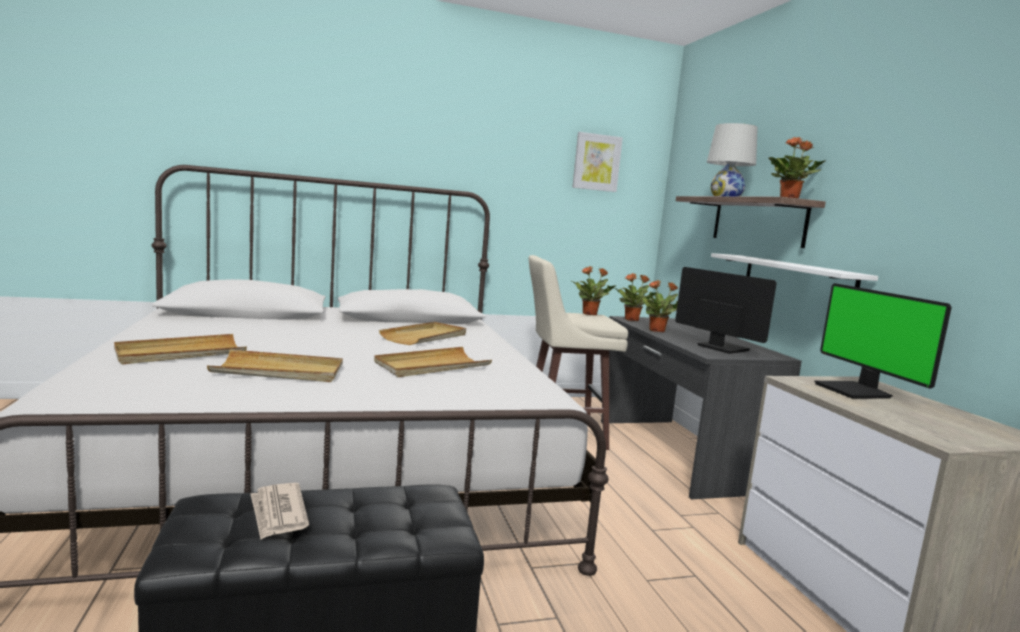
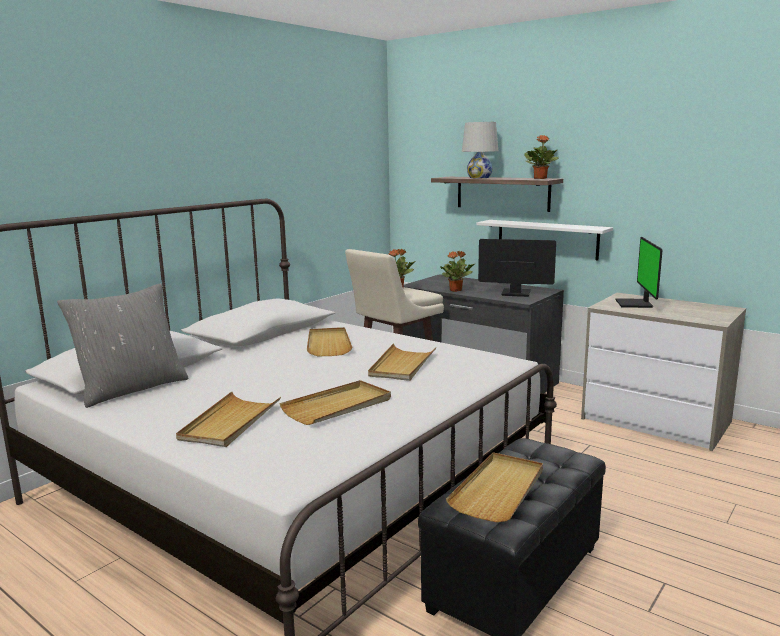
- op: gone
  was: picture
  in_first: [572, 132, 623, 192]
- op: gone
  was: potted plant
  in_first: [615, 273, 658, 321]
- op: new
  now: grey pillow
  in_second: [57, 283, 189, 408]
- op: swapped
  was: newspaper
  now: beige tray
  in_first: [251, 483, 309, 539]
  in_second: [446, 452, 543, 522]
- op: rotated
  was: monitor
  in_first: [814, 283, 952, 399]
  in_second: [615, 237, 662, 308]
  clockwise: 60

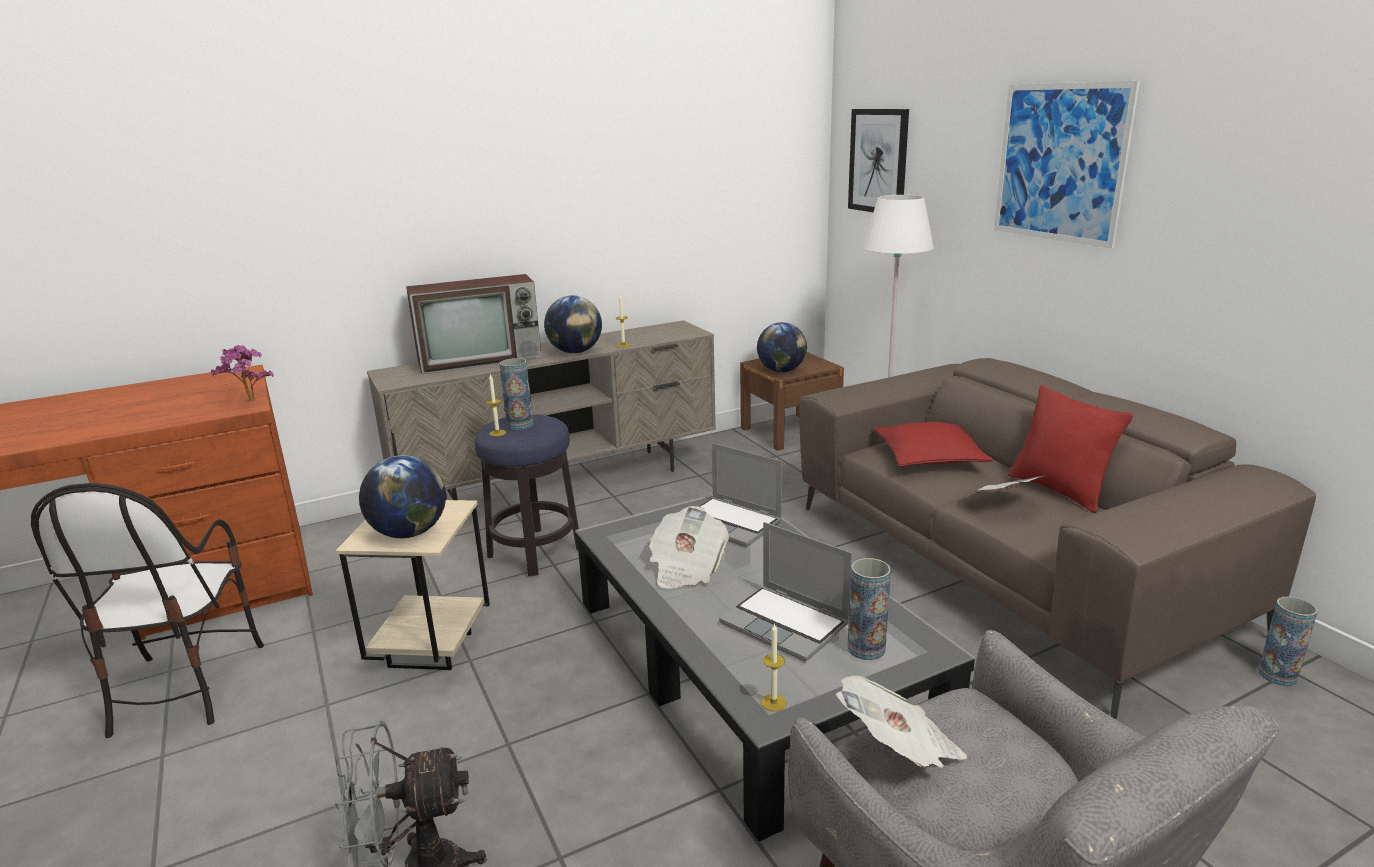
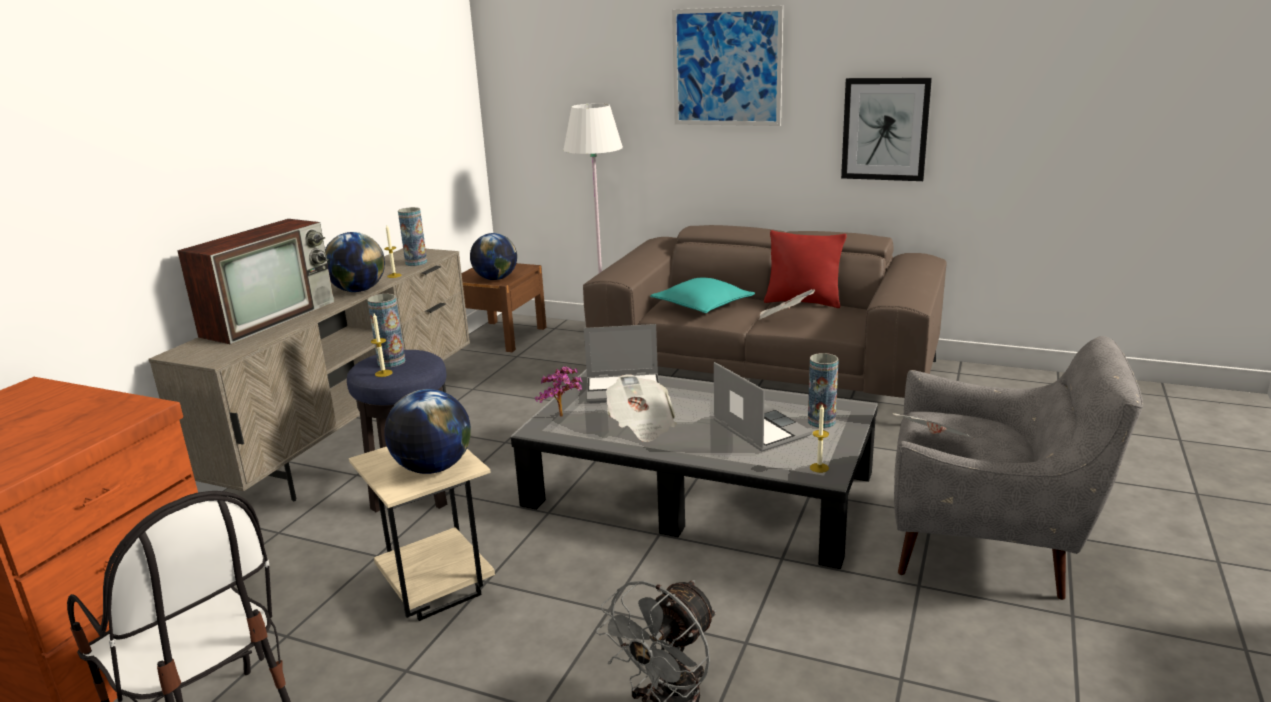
- op: shifted
  was: potted plant
  in_first: [211, 345, 274, 401]
  in_second: [535, 366, 582, 417]
- op: shifted
  was: picture
  in_first: [848, 109, 909, 212]
  in_second: [841, 78, 932, 181]
- op: shifted
  was: vase
  in_first: [1258, 597, 1318, 686]
  in_second: [398, 207, 427, 266]
- op: repainted
  was: red pillow
  now: turquoise pillow
  in_first: [874, 422, 993, 467]
  in_second: [650, 278, 755, 313]
- op: rotated
  was: laptop
  in_first: [719, 522, 852, 661]
  in_second: [714, 362, 812, 452]
  clockwise: -120

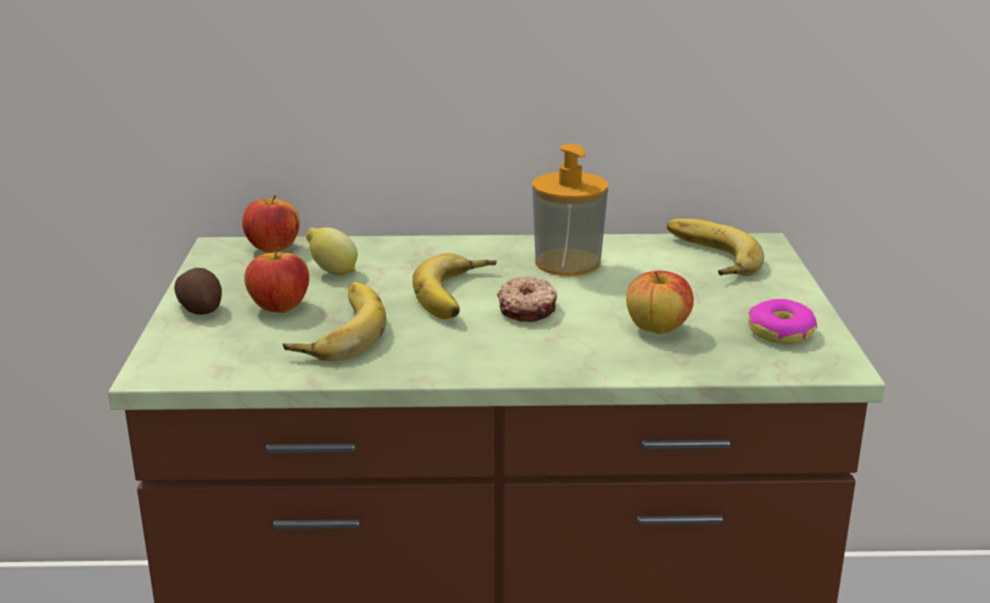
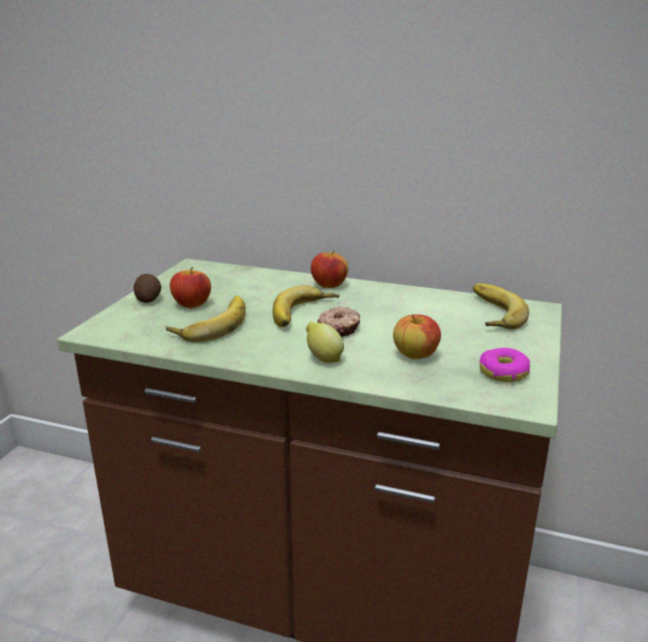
- op: gone
  was: soap dispenser
  in_first: [532, 144, 608, 276]
- op: shifted
  was: apple
  in_first: [242, 195, 300, 253]
  in_second: [311, 250, 348, 288]
- op: shifted
  was: lemon
  in_first: [306, 227, 358, 275]
  in_second: [306, 322, 344, 363]

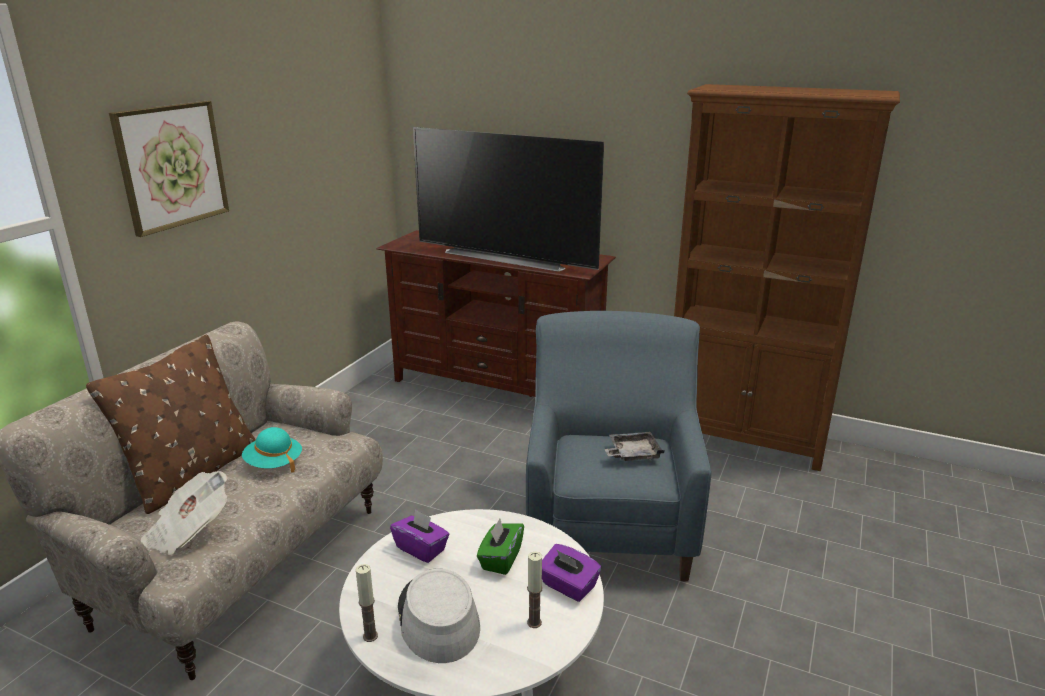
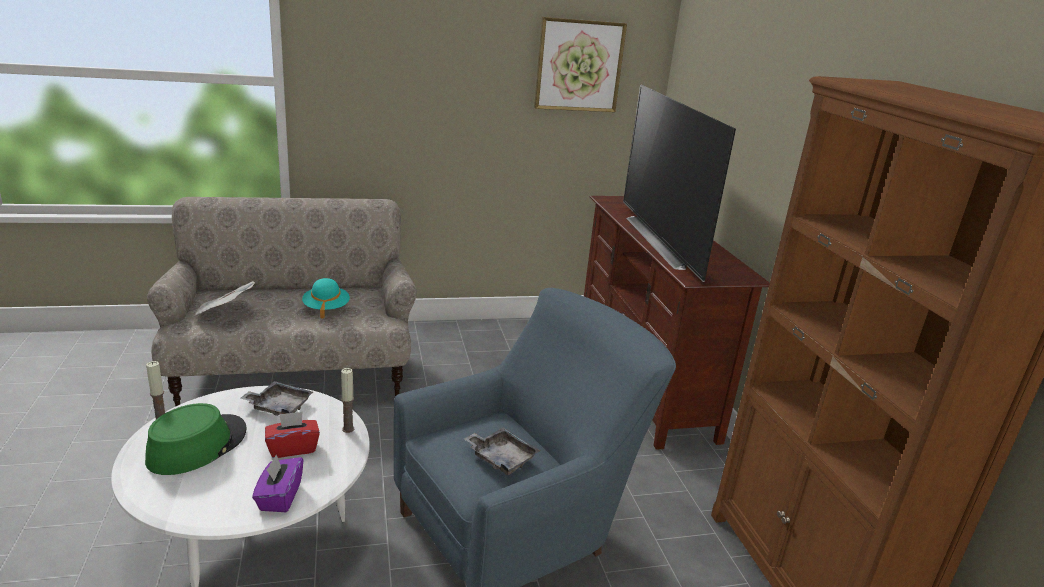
- op: gone
  was: brown pillow
  in_first: [86, 334, 256, 514]
- op: shifted
  was: picture
  in_first: [109, 101, 229, 237]
  in_second: [534, 17, 627, 112]
- op: shifted
  was: candle
  in_first: [527, 552, 543, 628]
  in_second: [341, 368, 354, 433]
- op: swapped
  was: purple tissue box
  now: grey tray
  in_first: [390, 509, 450, 563]
  in_second: [240, 381, 313, 416]
- op: repainted
  was: grey hat
  now: green hat
  in_first: [398, 569, 480, 663]
  in_second: [145, 403, 247, 475]
- op: repainted
  was: green tissue box
  now: red tissue box
  in_first: [477, 519, 524, 575]
  in_second: [265, 412, 320, 458]

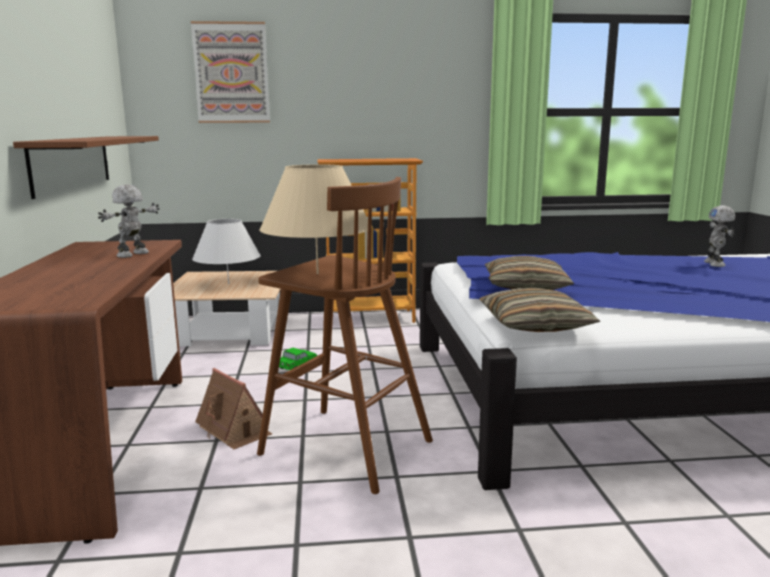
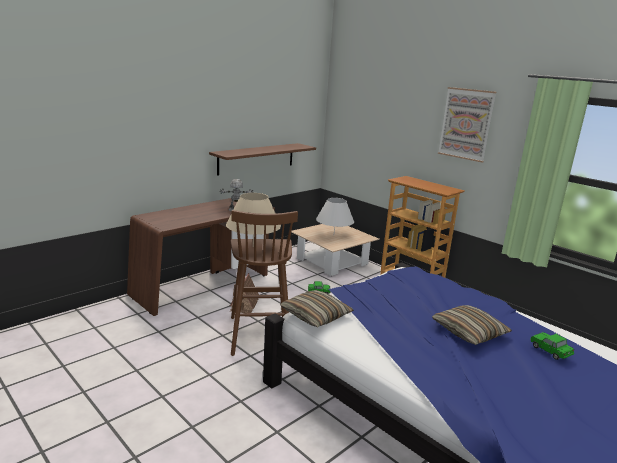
- op: shifted
  was: picture
  in_first: [191, 21, 270, 123]
  in_second: [438, 87, 496, 162]
- op: shifted
  was: pillow
  in_first: [485, 256, 574, 290]
  in_second: [432, 305, 512, 345]
- op: swapped
  was: toy robot
  now: toy car
  in_first: [704, 205, 735, 267]
  in_second: [530, 332, 574, 360]

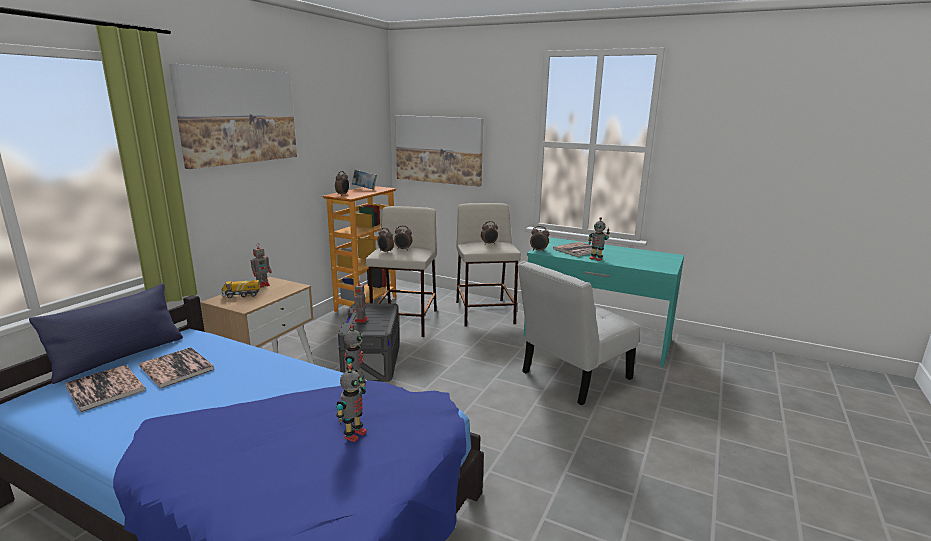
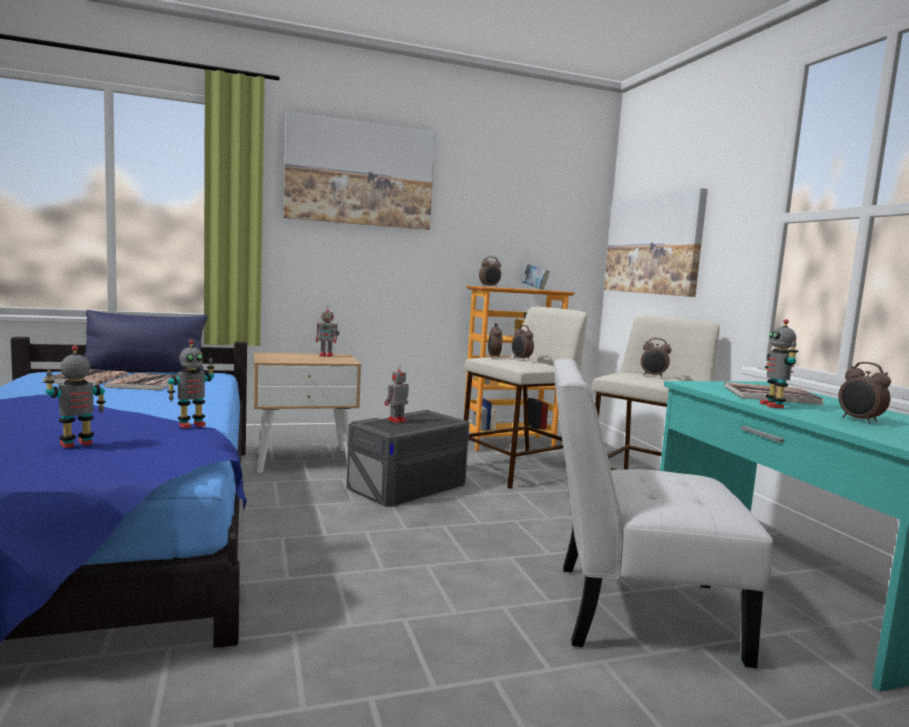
- op: gone
  was: toy truck
  in_first: [221, 280, 260, 298]
- op: shifted
  was: alarm clock
  in_first: [530, 226, 549, 252]
  in_second: [838, 362, 891, 424]
- op: rotated
  was: toy robot
  in_first: [336, 365, 367, 442]
  in_second: [45, 345, 106, 448]
  clockwise: 150

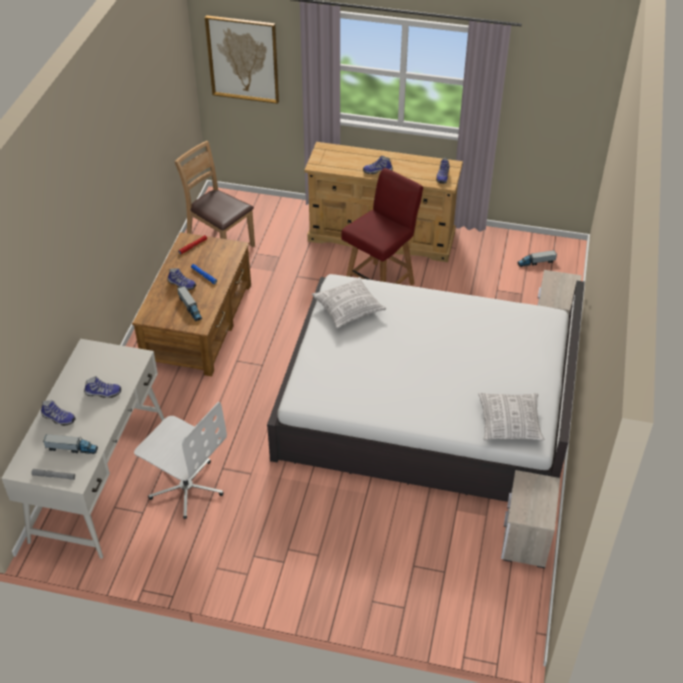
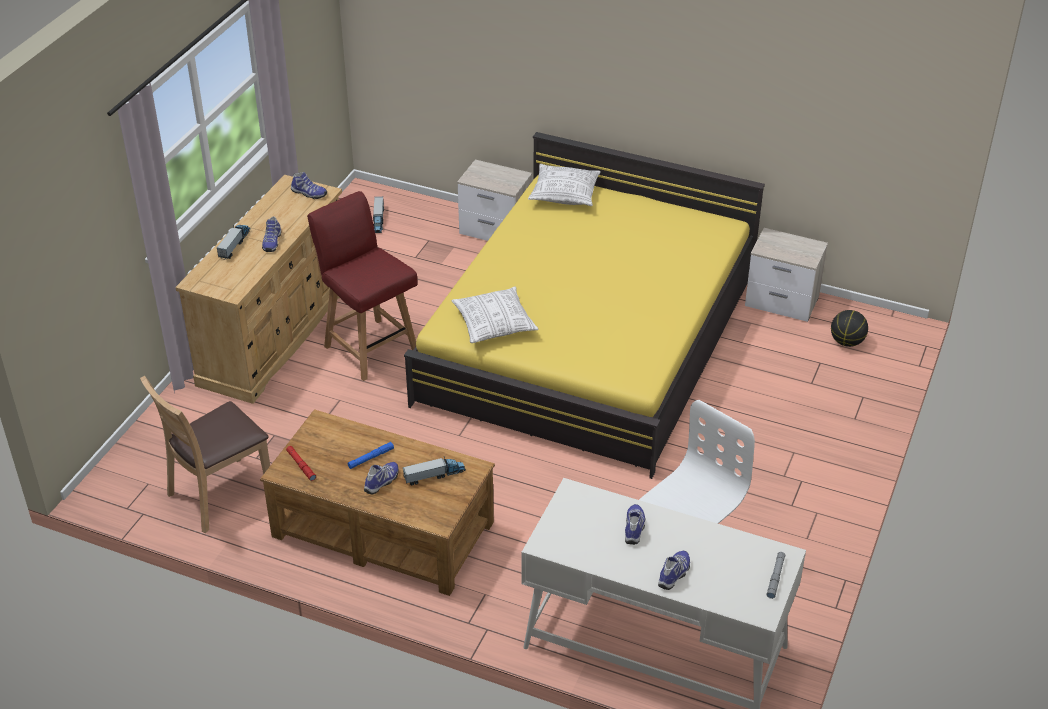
- op: gone
  was: picture
  in_first: [205, 15, 279, 104]
- op: new
  now: basketball
  in_second: [831, 310, 868, 347]
- op: shifted
  was: toy truck
  in_first: [43, 434, 98, 454]
  in_second: [217, 225, 250, 260]
- op: shifted
  was: pillow
  in_first: [478, 393, 545, 441]
  in_second: [528, 164, 601, 206]
- op: repainted
  was: white bed
  now: yellow bed
  in_first: [267, 274, 585, 502]
  in_second: [404, 132, 765, 479]

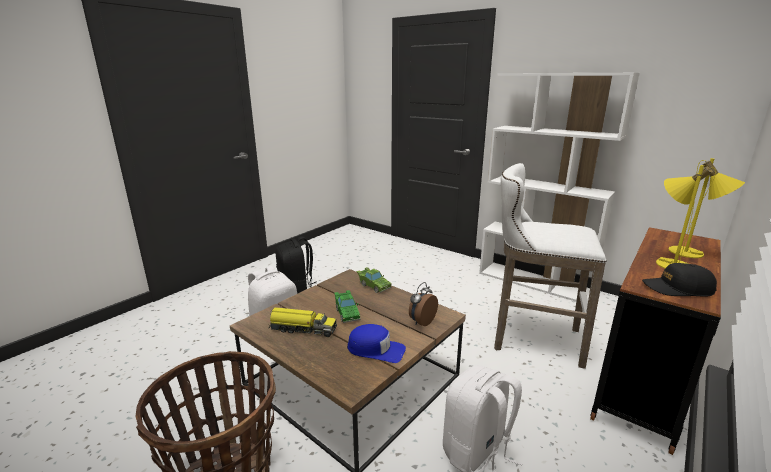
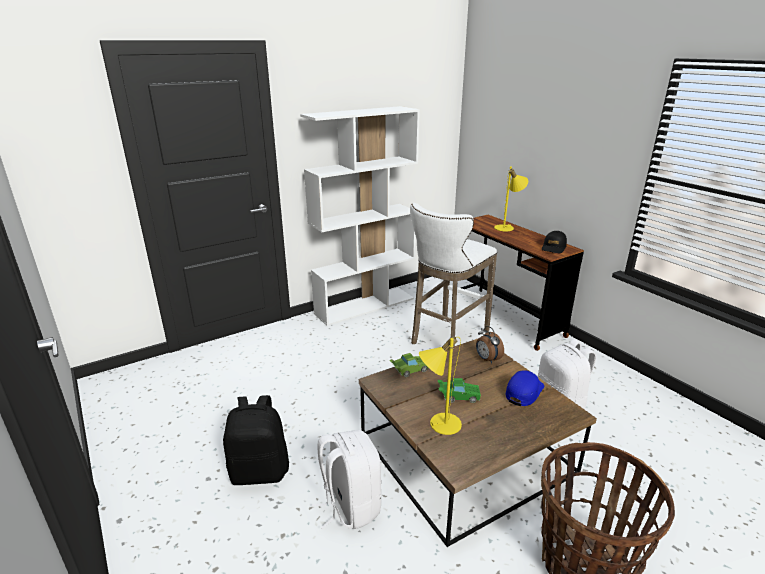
- op: gone
  was: toy truck
  in_first: [269, 307, 337, 337]
- op: shifted
  was: yellow table lamp
  in_first: [656, 165, 716, 269]
  in_second: [419, 336, 462, 435]

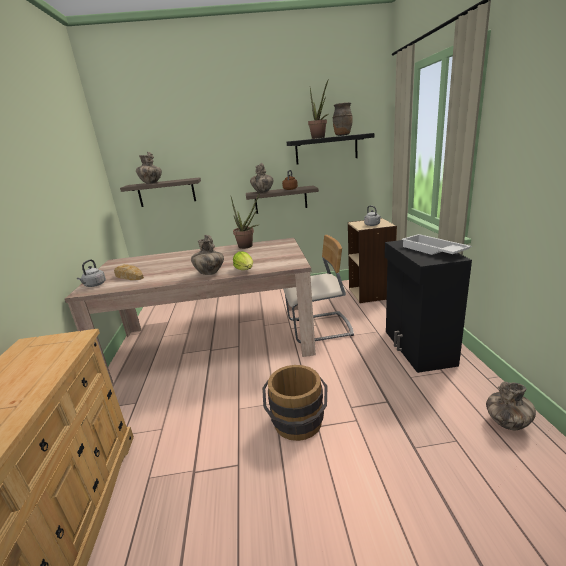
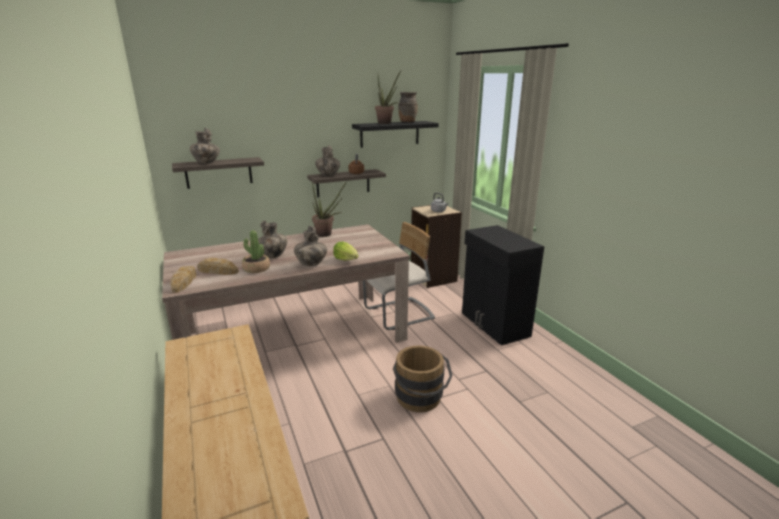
- op: gone
  was: white tray
  in_first: [401, 234, 472, 255]
- op: new
  now: potted plant
  in_second: [242, 230, 270, 273]
- op: shifted
  was: vase
  in_first: [486, 382, 536, 430]
  in_second: [258, 221, 287, 258]
- op: swapped
  was: grey kettle
  now: bread
  in_first: [77, 259, 106, 287]
  in_second: [170, 266, 196, 293]

